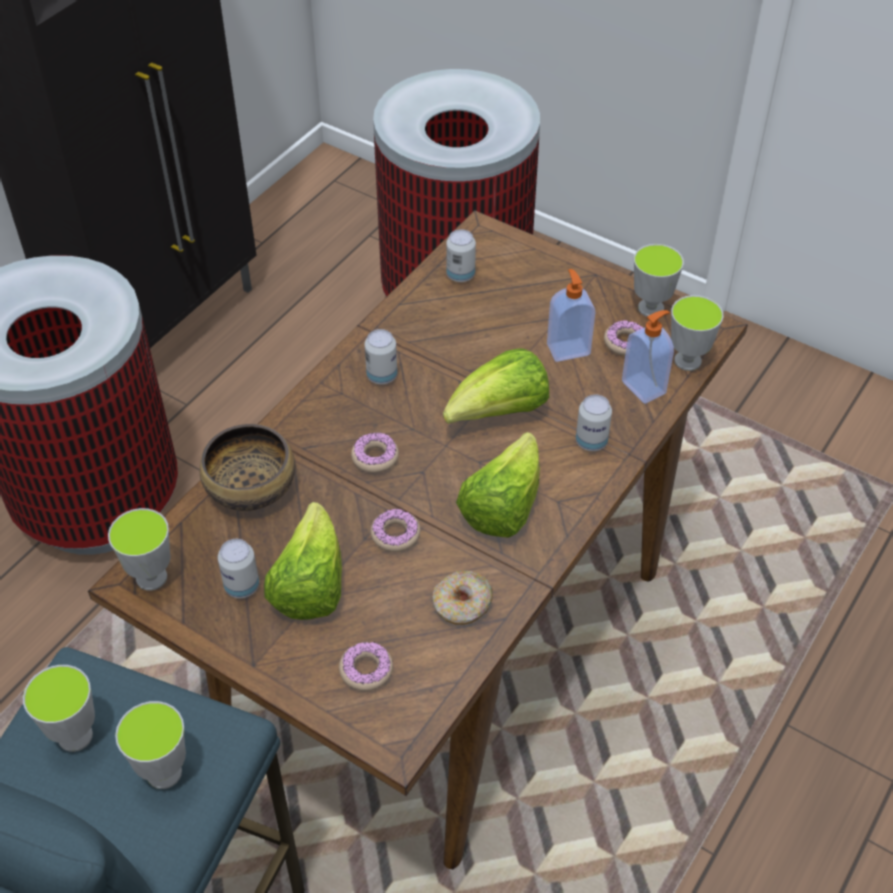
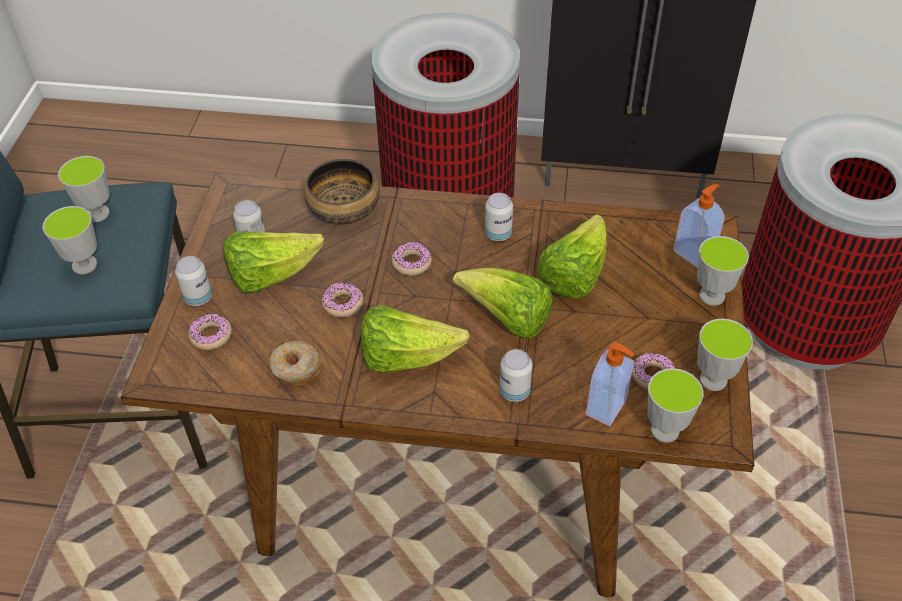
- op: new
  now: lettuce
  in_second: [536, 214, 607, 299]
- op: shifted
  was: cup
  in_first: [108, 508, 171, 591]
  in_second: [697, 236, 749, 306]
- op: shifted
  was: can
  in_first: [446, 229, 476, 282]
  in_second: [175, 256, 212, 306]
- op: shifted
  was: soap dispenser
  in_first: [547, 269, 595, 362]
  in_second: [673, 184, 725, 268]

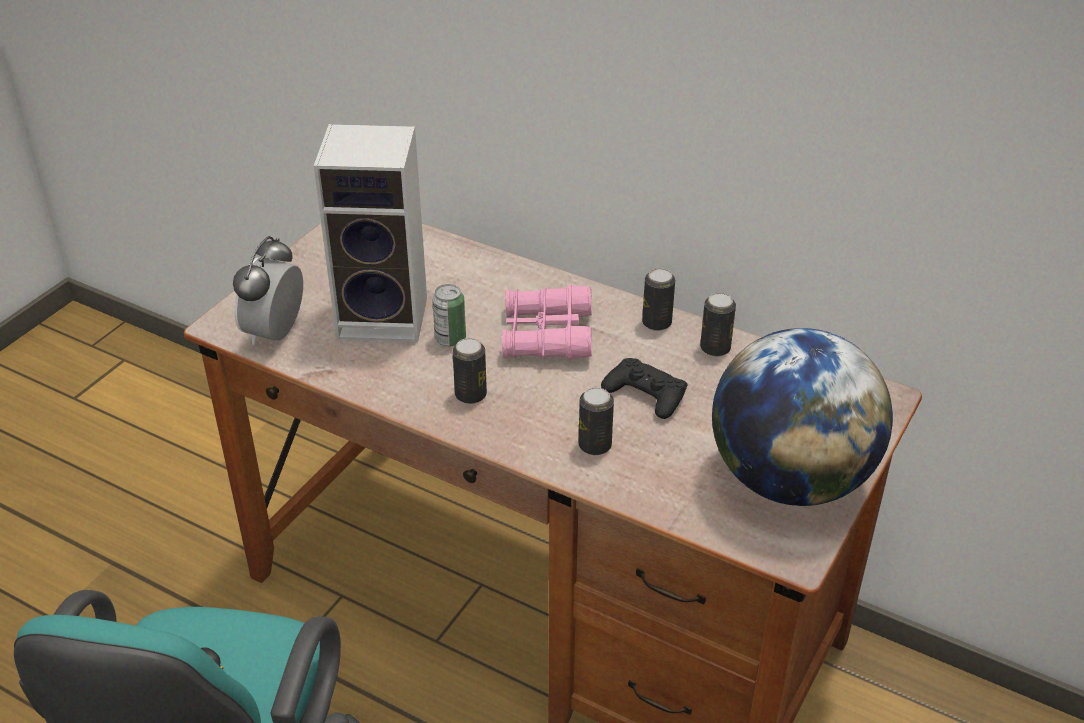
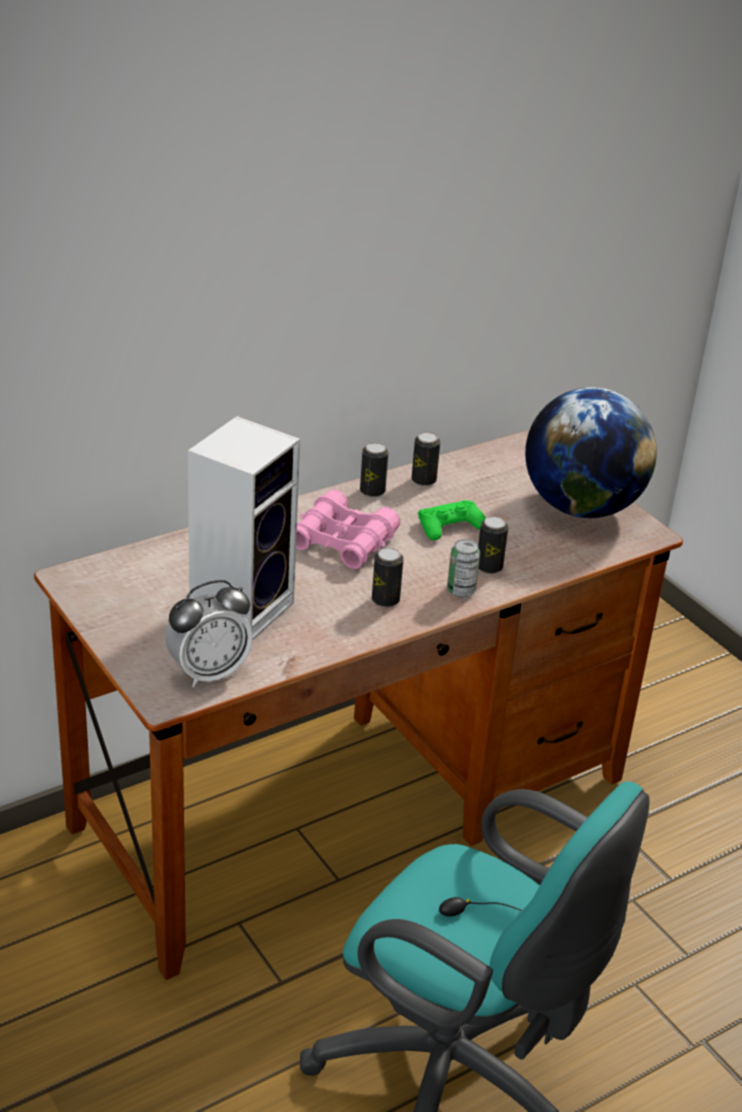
- op: shifted
  was: can
  in_first: [432, 284, 466, 346]
  in_second: [447, 539, 480, 597]
- op: repainted
  was: black game controller
  now: green game controller
  in_first: [601, 358, 687, 419]
  in_second: [418, 500, 486, 540]
- op: rotated
  was: alarm clock
  in_first: [233, 236, 303, 345]
  in_second: [165, 580, 253, 687]
  clockwise: -75

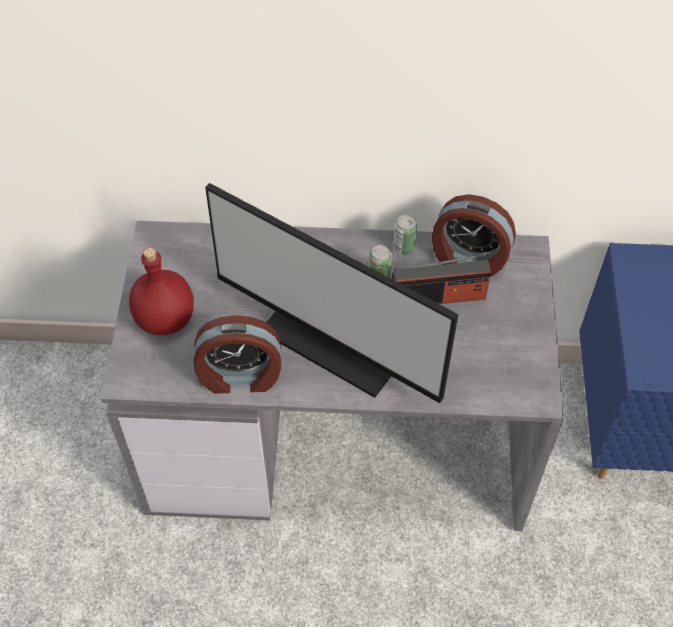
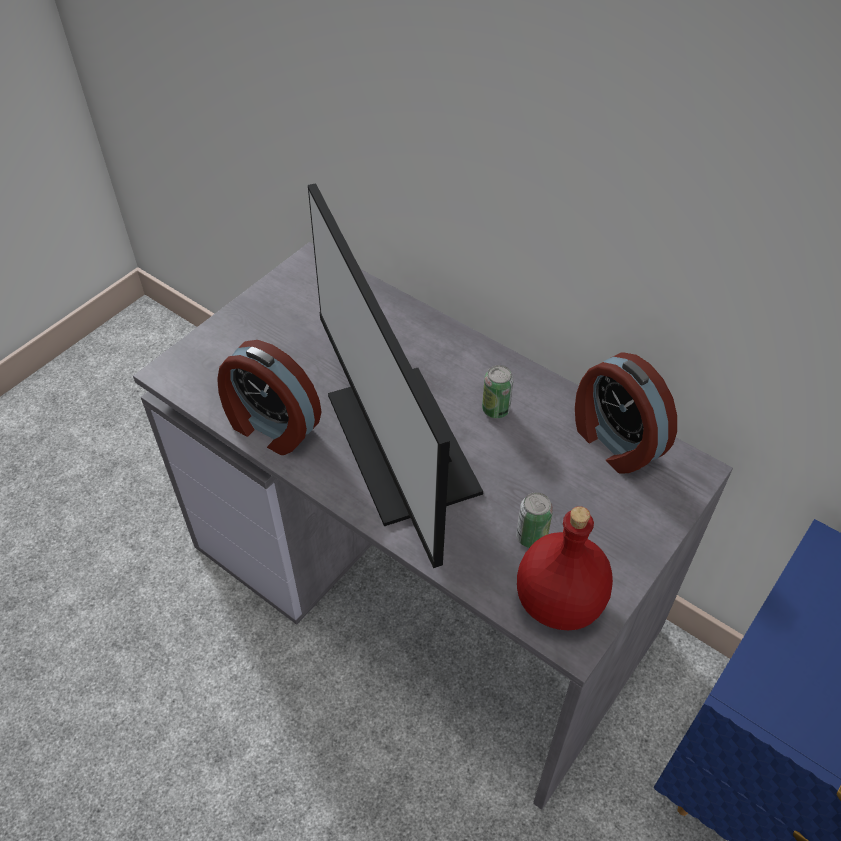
- op: gone
  was: radio
  in_first: [392, 254, 491, 304]
- op: shifted
  was: red bottle
  in_first: [129, 247, 194, 335]
  in_second: [517, 506, 613, 630]
- op: shifted
  was: can
  in_first: [393, 215, 417, 255]
  in_second: [516, 492, 553, 548]

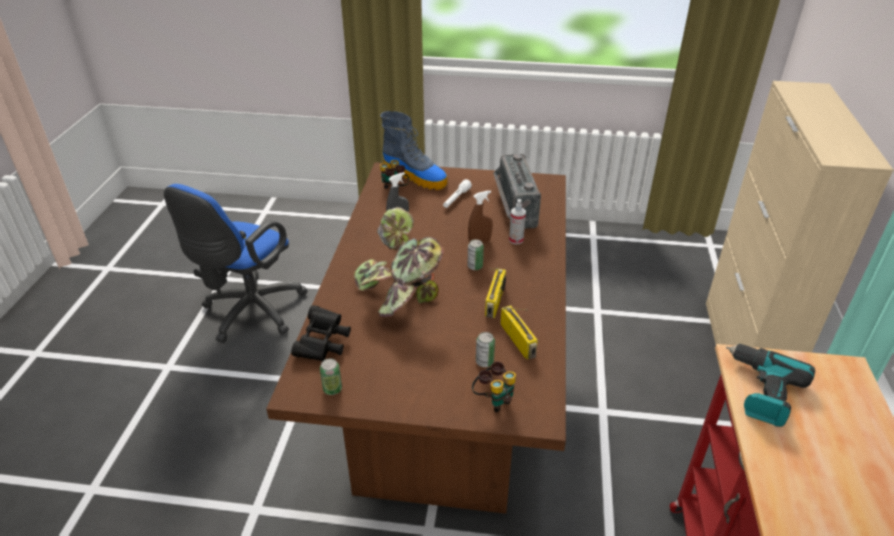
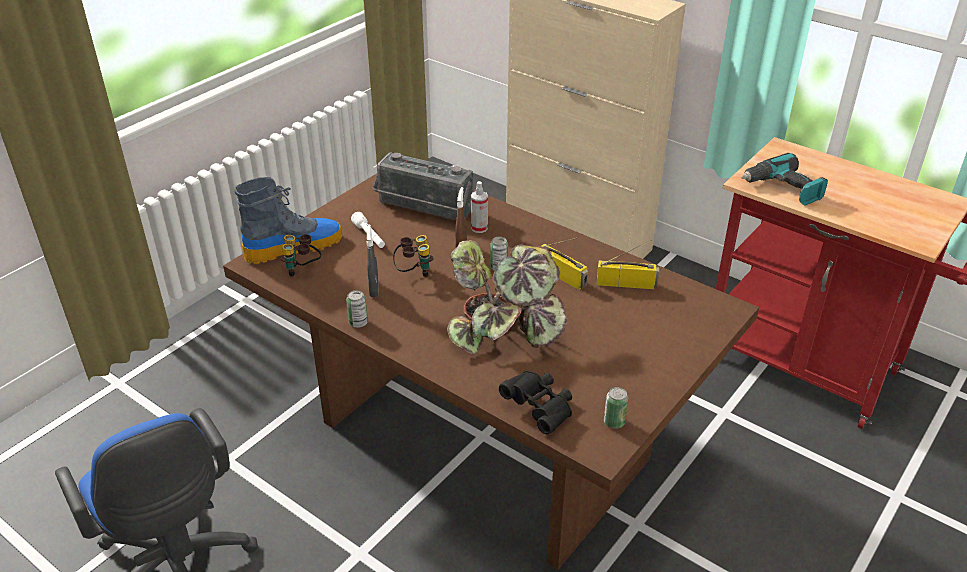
- op: shifted
  was: binoculars
  in_first: [472, 362, 516, 412]
  in_second: [393, 235, 433, 277]
- op: shifted
  was: can
  in_first: [476, 332, 495, 367]
  in_second: [346, 290, 368, 328]

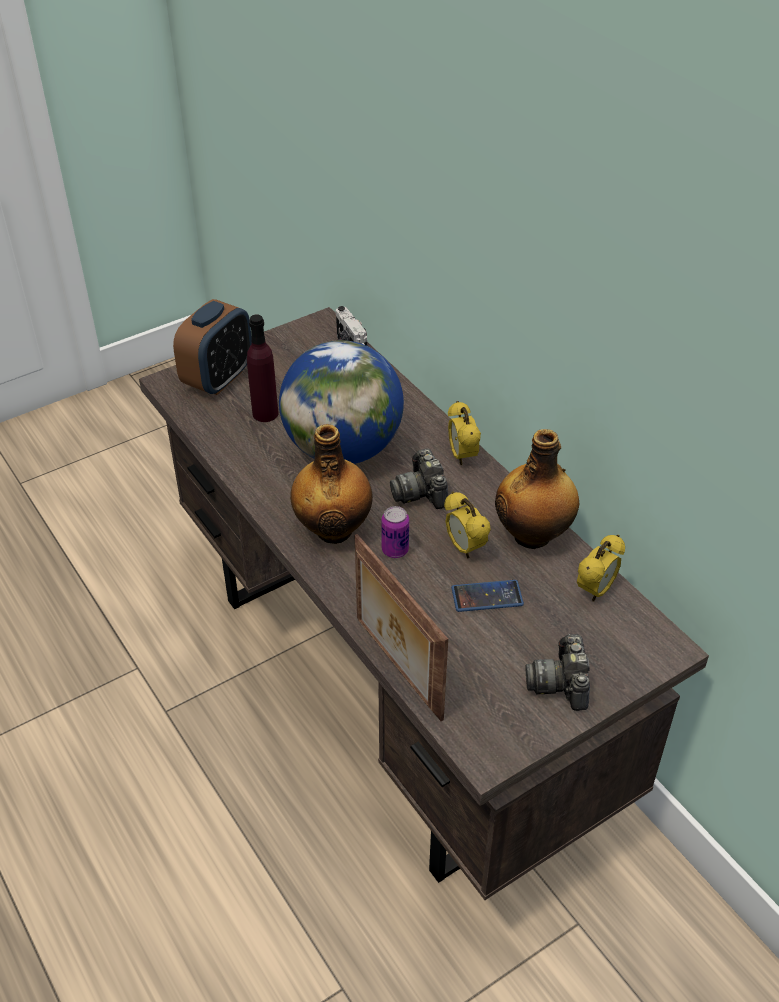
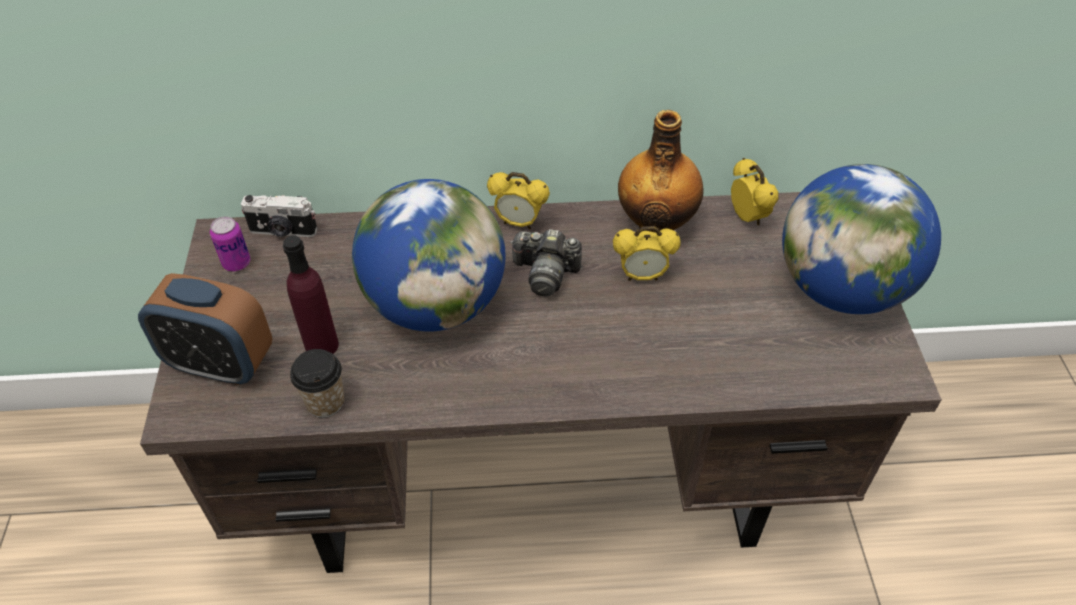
- op: gone
  was: bottle
  in_first: [290, 424, 373, 544]
- op: gone
  was: picture frame
  in_first: [355, 534, 448, 721]
- op: gone
  was: phone
  in_first: [451, 580, 524, 612]
- op: new
  now: cup
  in_second: [290, 349, 344, 418]
- op: shifted
  was: can
  in_first: [381, 506, 409, 558]
  in_second: [210, 216, 251, 272]
- op: swapped
  was: photo camera
  now: globe
  in_first: [526, 634, 590, 711]
  in_second: [782, 164, 941, 314]
- op: rotated
  was: alarm clock
  in_first: [173, 299, 252, 395]
  in_second: [138, 273, 272, 385]
  clockwise: 135

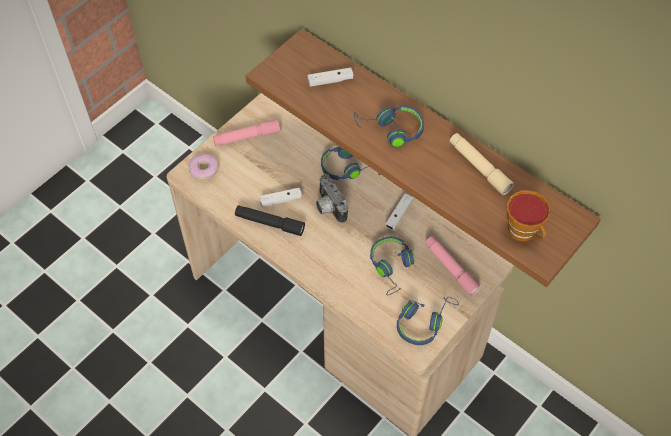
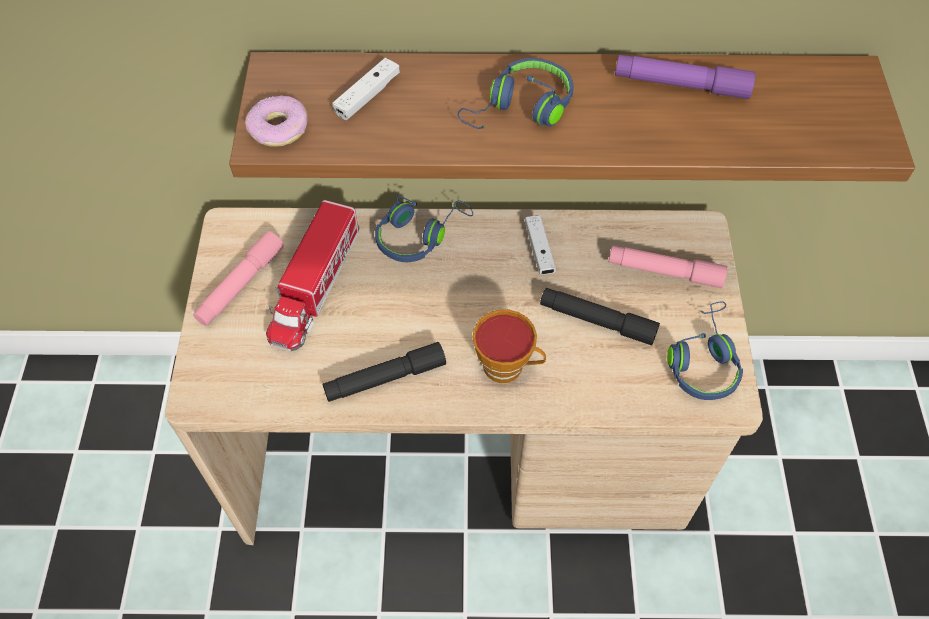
- op: gone
  was: white game controller
  in_first: [260, 188, 302, 207]
- op: gone
  was: photo camera
  in_first: [316, 174, 348, 223]
- op: new
  now: toy truck
  in_second: [266, 200, 359, 351]
- op: shifted
  was: donut
  in_first: [189, 154, 219, 180]
  in_second: [245, 96, 308, 147]
- op: shifted
  was: cup
  in_first: [507, 190, 550, 241]
  in_second: [472, 309, 546, 383]
- op: swapped
  was: blue headphones
  now: black flashlight
  in_first: [370, 237, 415, 295]
  in_second: [540, 288, 660, 346]
- op: repainted
  was: beige flashlight
  now: purple flashlight
  in_first: [450, 133, 514, 195]
  in_second: [615, 55, 756, 99]

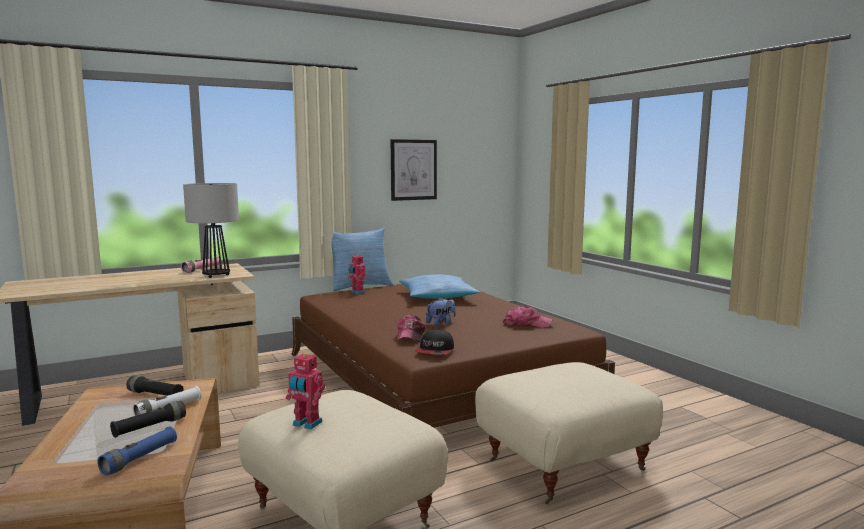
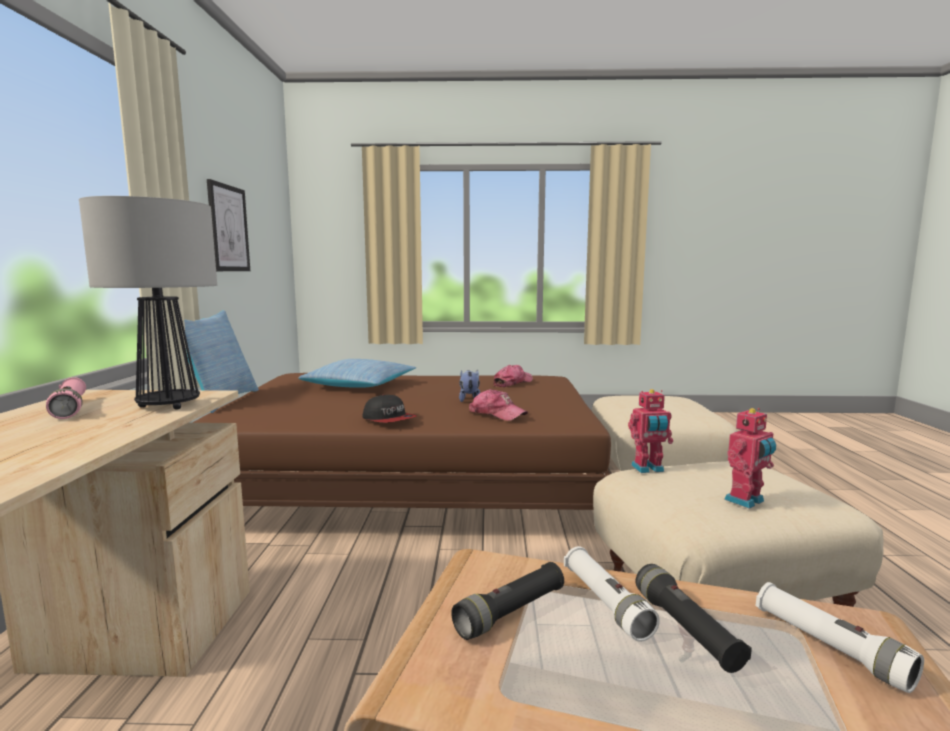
- op: shifted
  was: toy robot
  in_first: [348, 254, 366, 294]
  in_second: [628, 389, 673, 473]
- op: shifted
  was: cap
  in_first: [415, 329, 454, 354]
  in_second: [363, 394, 417, 423]
- op: repainted
  was: blue flashlight
  now: white flashlight
  in_first: [97, 426, 177, 476]
  in_second: [756, 582, 924, 693]

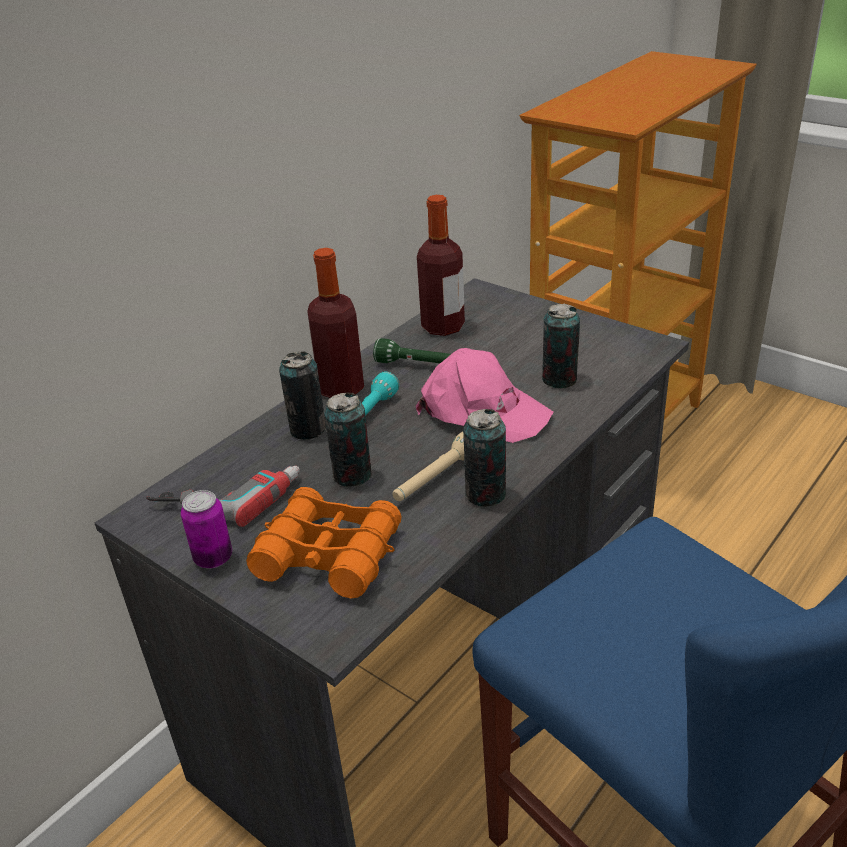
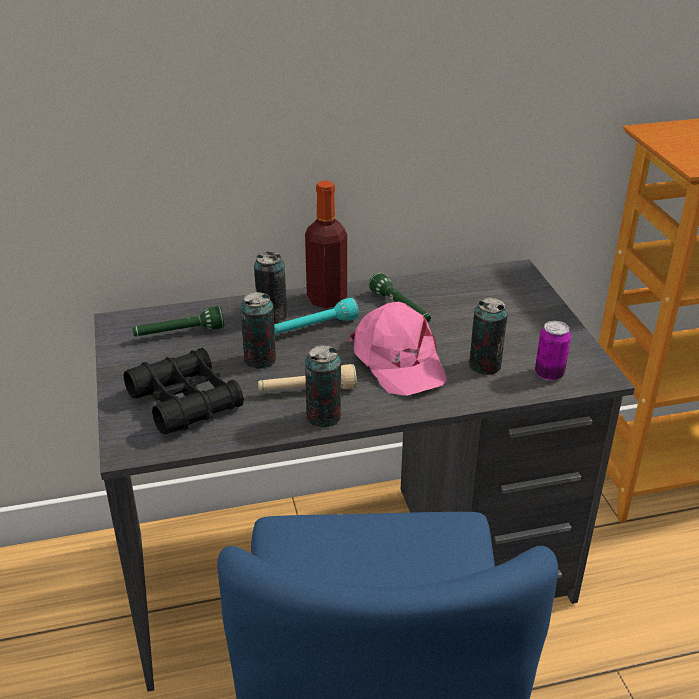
- op: gone
  was: bottle
  in_first: [417, 195, 465, 336]
- op: shifted
  was: can
  in_first: [181, 490, 232, 568]
  in_second: [535, 321, 571, 381]
- op: swapped
  was: power drill
  now: green flashlight
  in_first: [146, 466, 300, 527]
  in_second: [132, 306, 224, 336]
- op: repainted
  was: orange binoculars
  now: black binoculars
  in_first: [246, 487, 401, 599]
  in_second: [124, 348, 244, 434]

